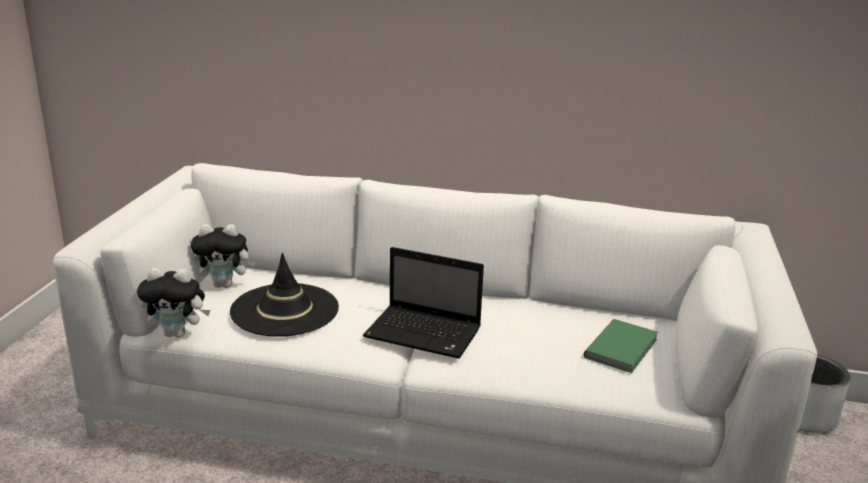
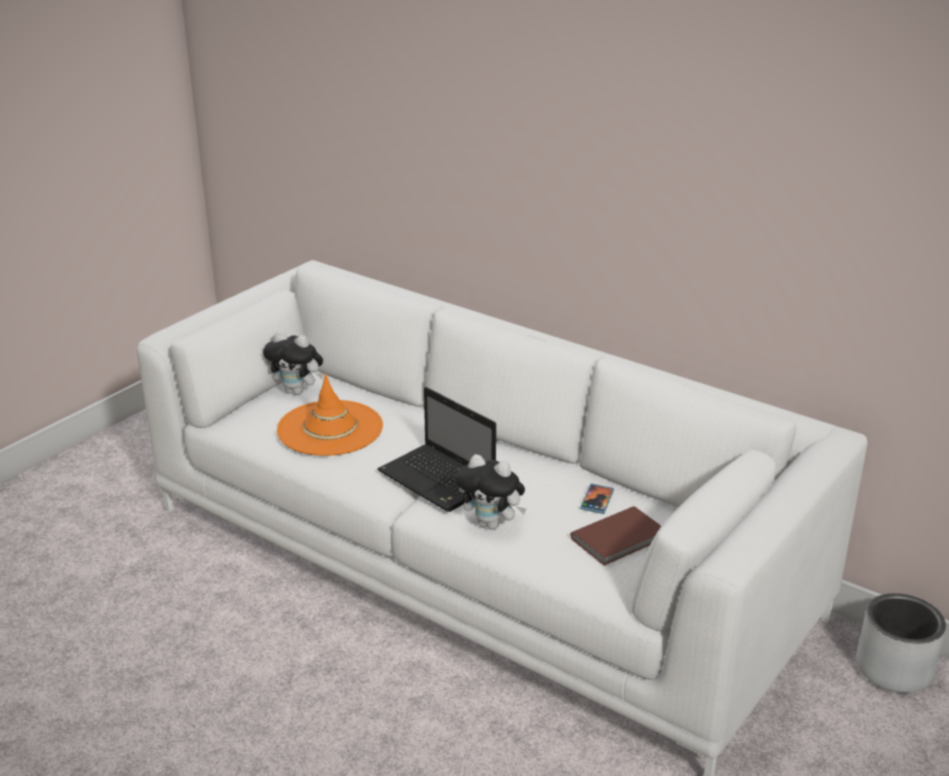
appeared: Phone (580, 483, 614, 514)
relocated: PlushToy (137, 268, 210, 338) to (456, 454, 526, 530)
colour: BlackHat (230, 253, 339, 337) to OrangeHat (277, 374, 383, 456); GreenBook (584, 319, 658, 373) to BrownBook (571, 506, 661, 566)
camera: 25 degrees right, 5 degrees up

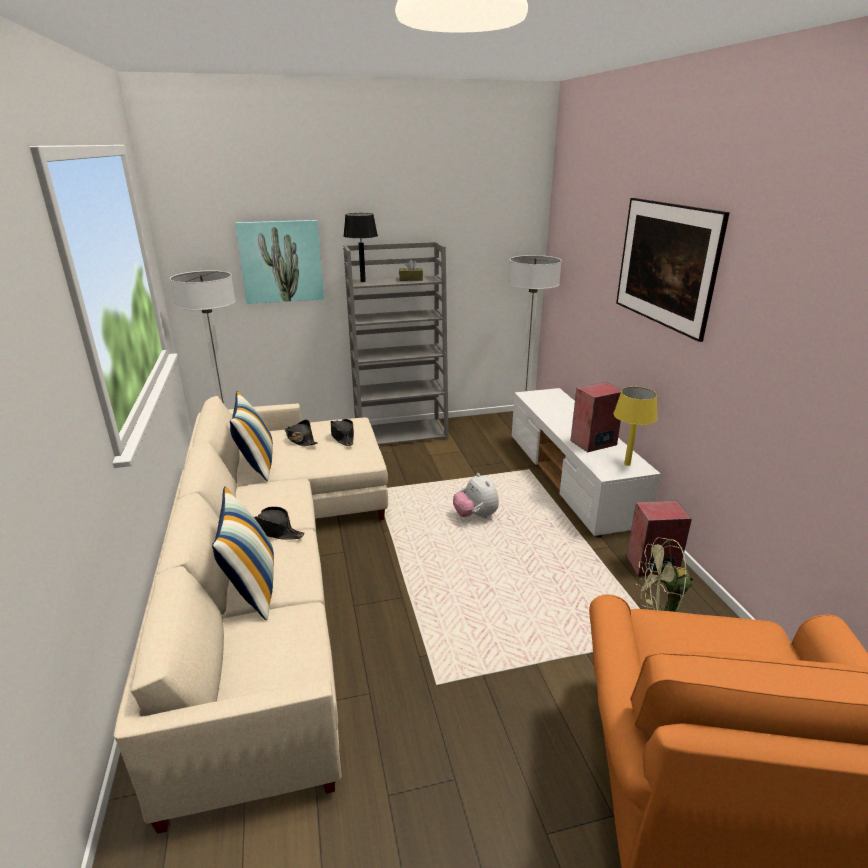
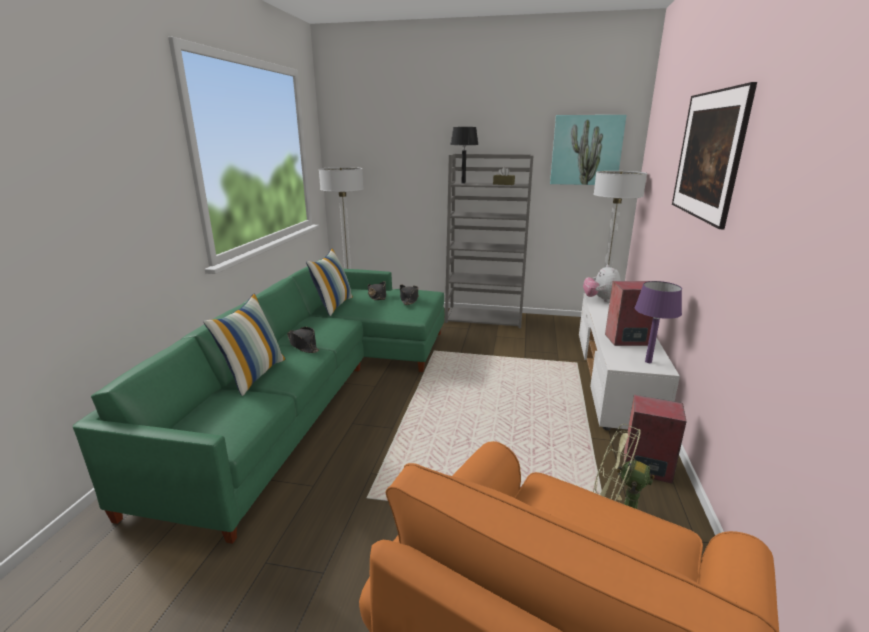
relocated: Picture (235, 220, 324, 304) to (550, 115, 626, 185); PlushToy (453, 473, 499, 518) to (583, 264, 621, 302)
colour: YellowTableLamp (614, 387, 657, 466) to PurpleTableLamp (635, 281, 682, 363); BeigeSofa (114, 396, 388, 834) to GreenSofa (73, 257, 445, 544)
camera: 25 degrees right, 5 degrees down

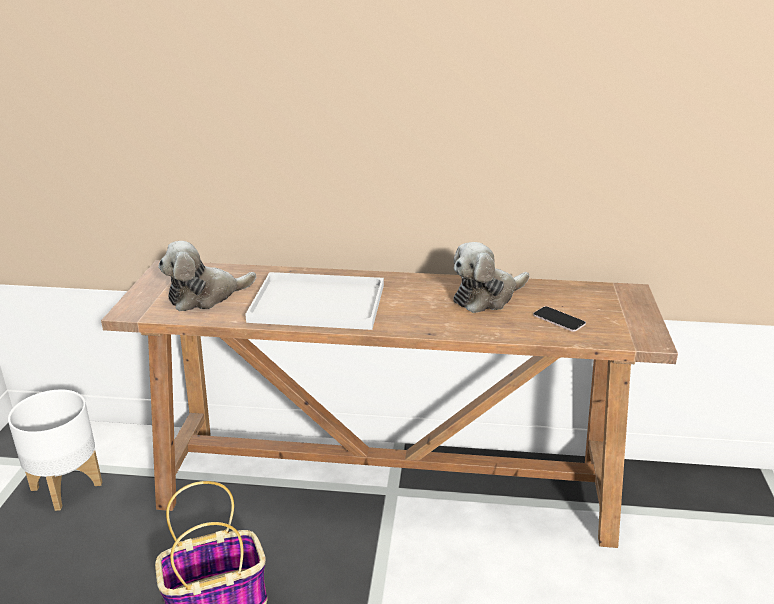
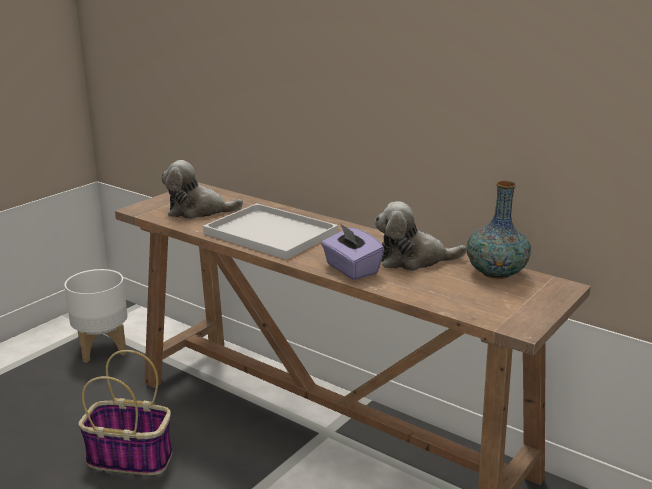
missing: Phone (533, 306, 586, 332)
appeared: Vase (466, 181, 531, 279); PurpleTissueBox (321, 223, 384, 280)
camera: 30 degrees right, 5 degrees down

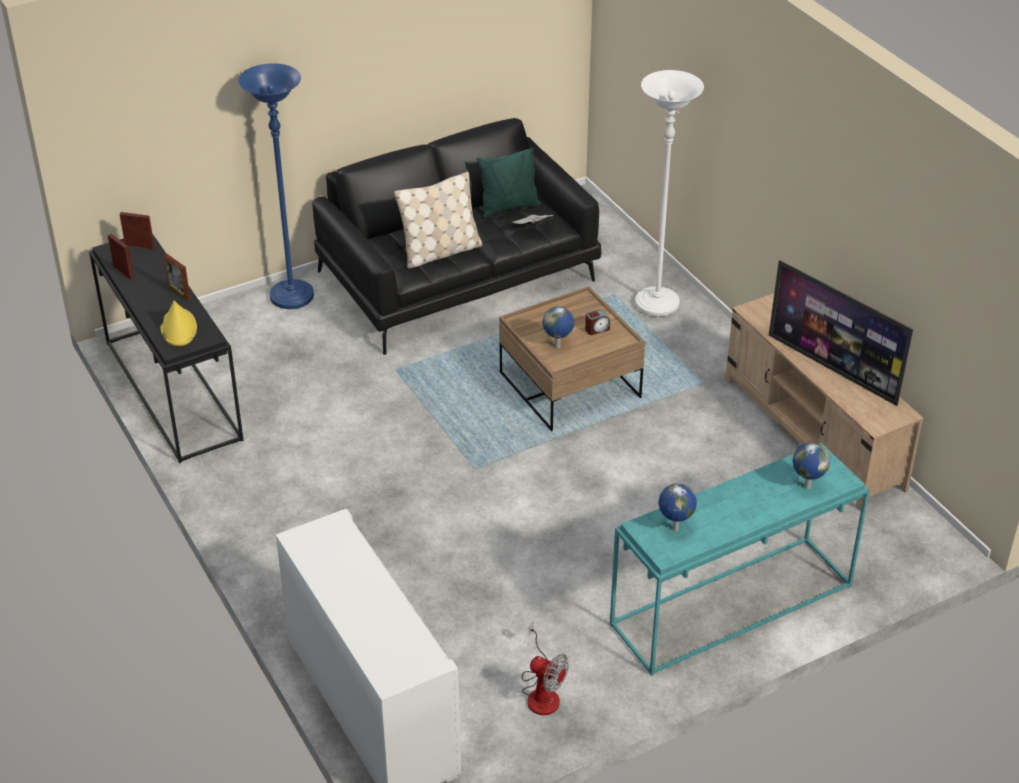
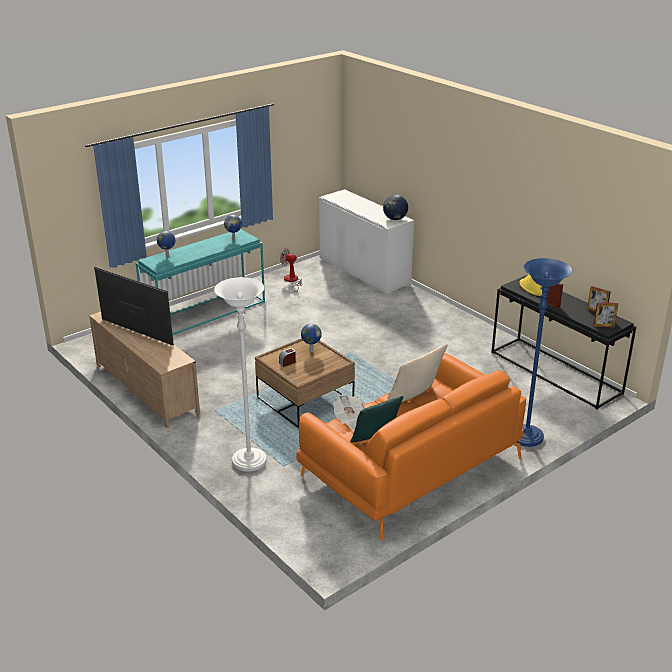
appeared: Globe (383, 195, 408, 220)
colour: BlackSofa (312, 118, 601, 355) to OrangeSofa (296, 353, 526, 540)
camera: 170 degrees right, 10 degrees down

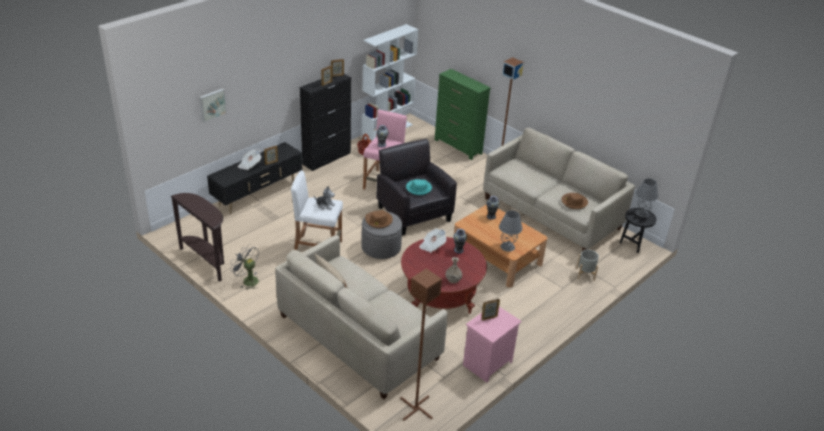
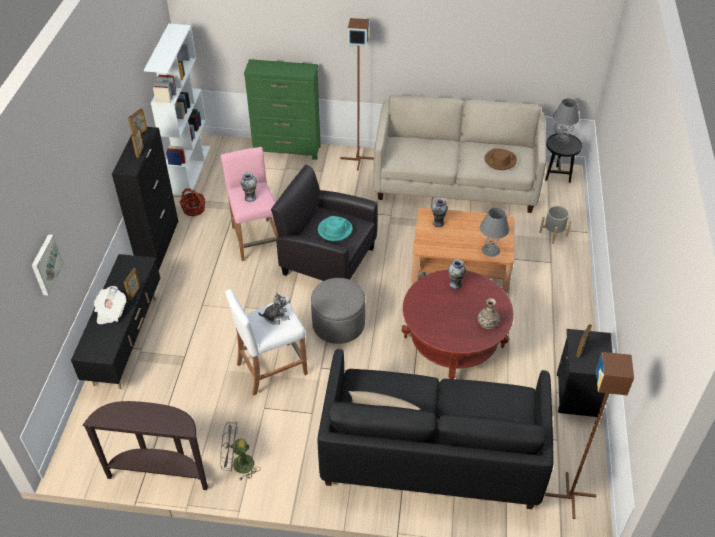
missing: BrownHat (365, 210, 393, 228); Newspaper (419, 228, 447, 253)
colour: BeigeSofa (275, 235, 448, 400) to BlackSofa (318, 349, 554, 509); PinkNightstand (463, 307, 522, 383) to BlackNightstand (557, 329, 613, 417)
camera: 35 degrees left, 10 degrees up

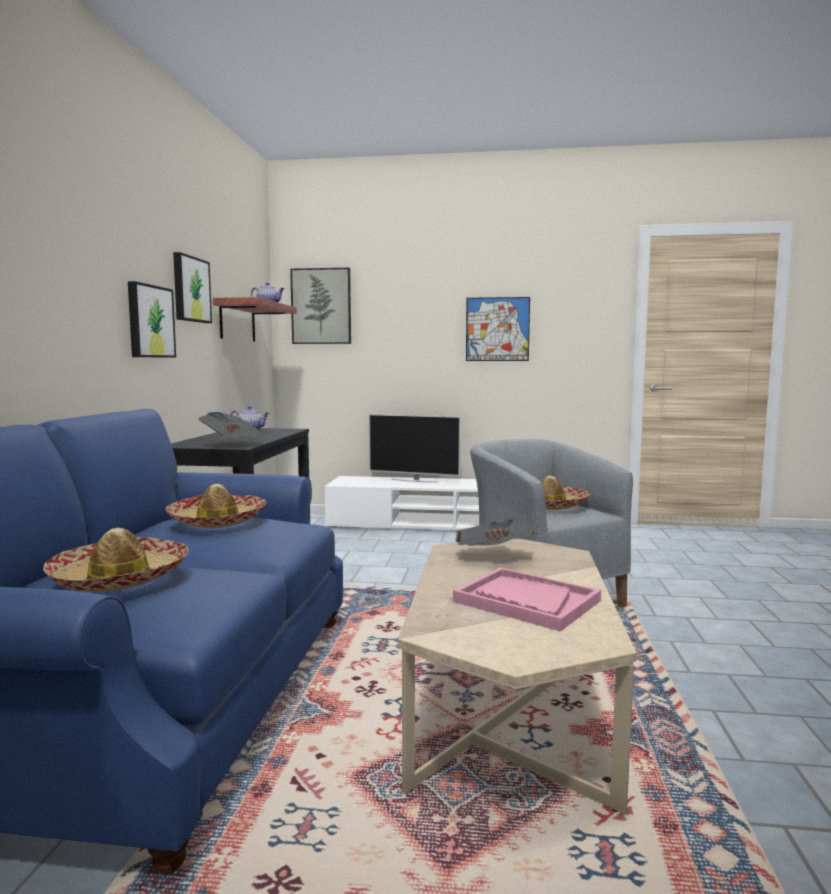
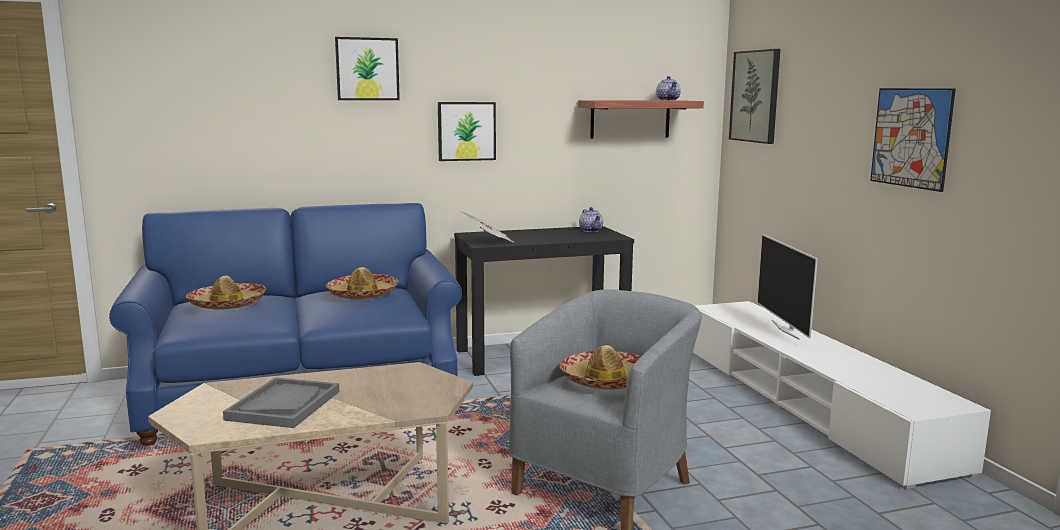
missing: Newspaper (455, 519, 535, 546)
relocated: Picture (173, 252, 212, 323) to (335, 37, 400, 100)
colour: PinkTray (453, 567, 601, 631) to GreyTray (223, 377, 339, 428)
camera: 65 degrees right, 5 degrees up

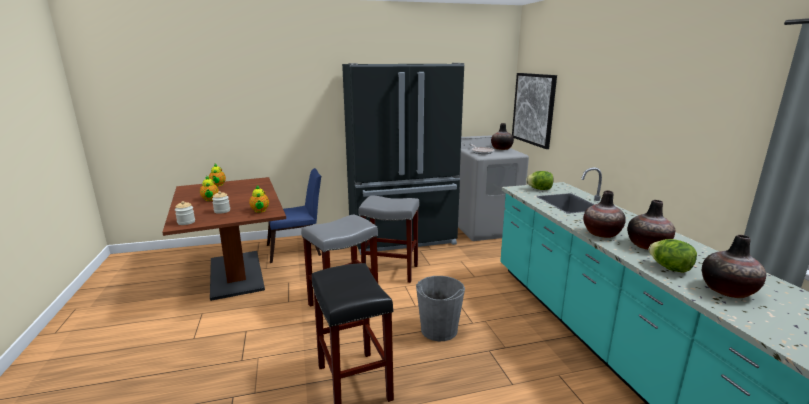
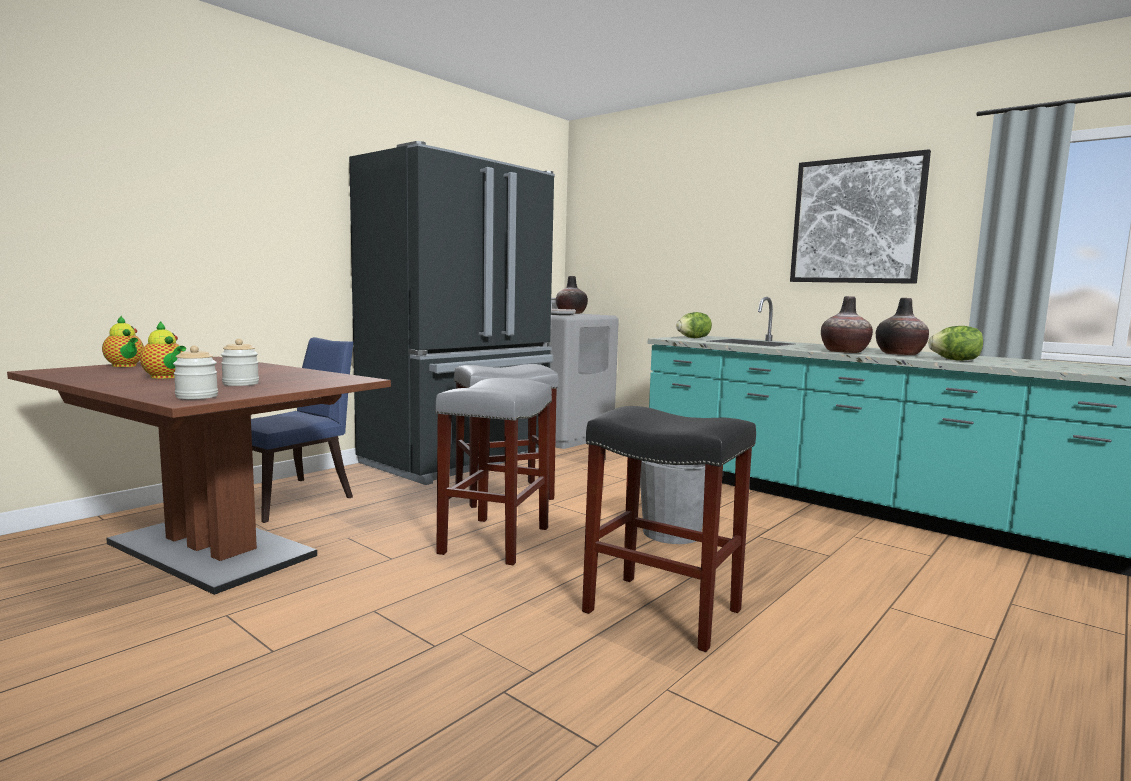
missing: Teapot (249, 185, 269, 213); Vase (702, 235, 766, 298)
relocated: Picture (512, 73, 557, 149) to (790, 149, 931, 284)
camera: 35 degrees left, 10 degrees down

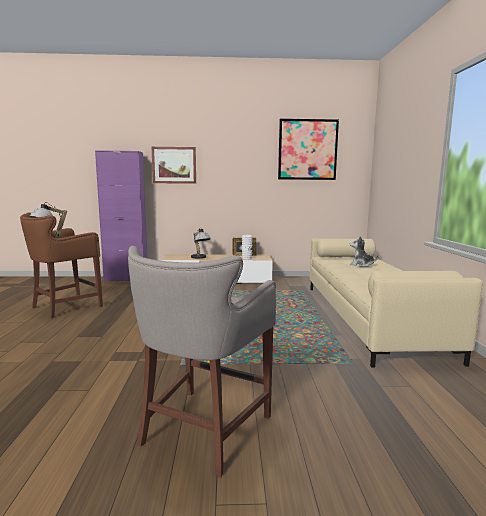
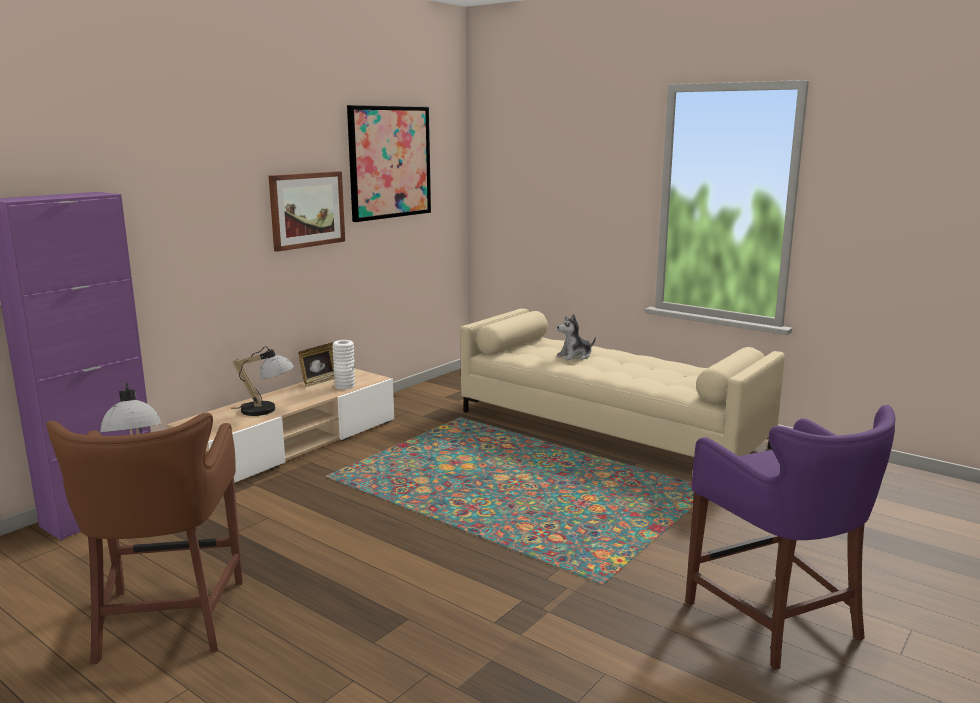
relocated: Picture (151, 147, 196, 184) to (269, 171, 345, 252)
colour: GreyStool (128, 246, 276, 477) to PurpleStool (685, 405, 895, 670)
camera: 50 degrees left, 5 degrees up

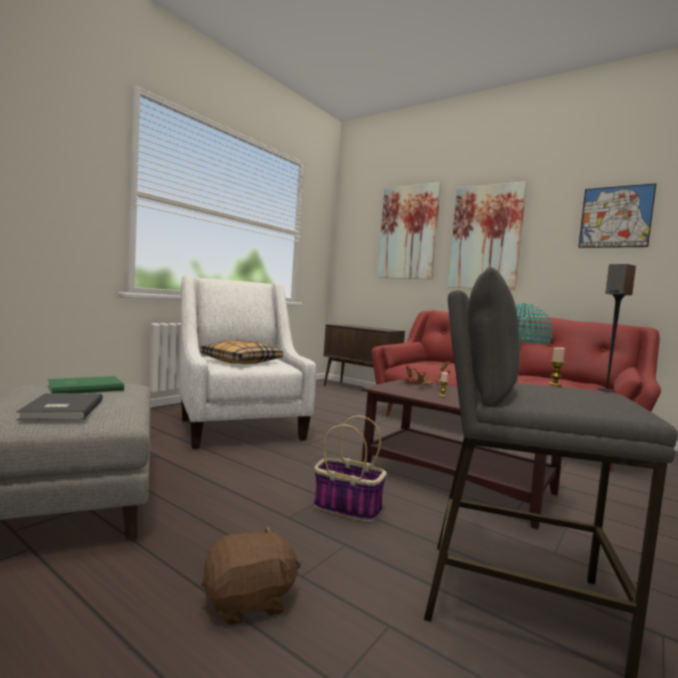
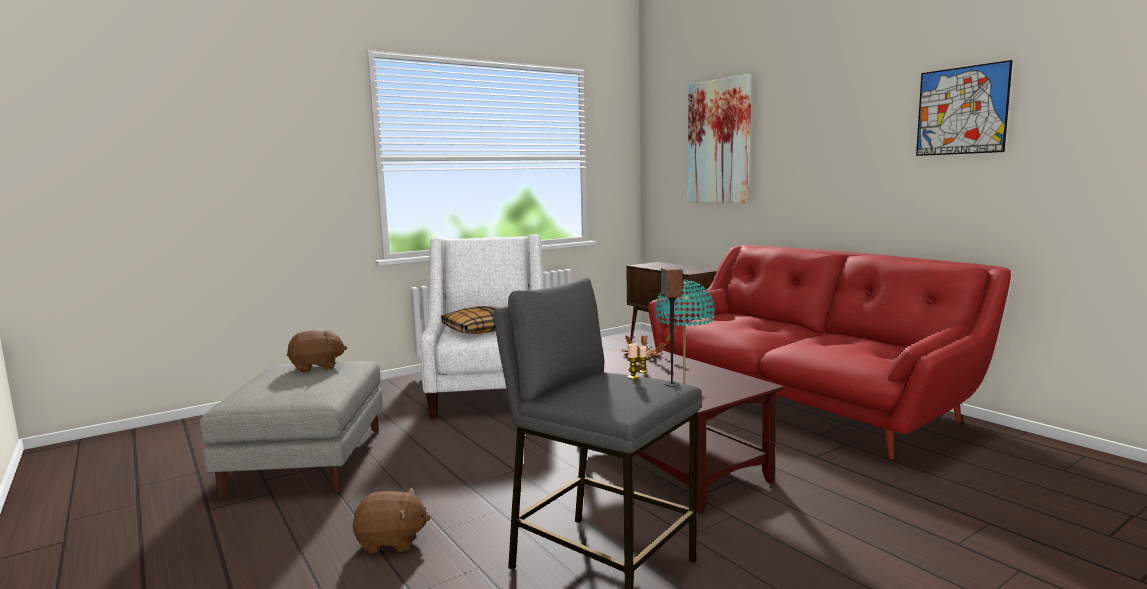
missing: Picture (448, 181, 527, 290); GreyBook (16, 393, 103, 420); Basket (314, 416, 387, 522)
exchanged: GreenBook (48, 376, 124, 393) to BrownPlushToy (287, 330, 347, 373)
camera: 20 degrees right, 5 degrees up

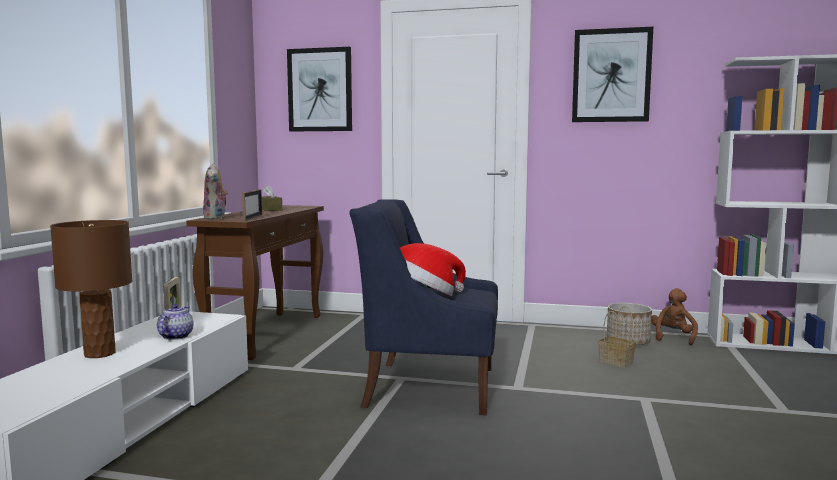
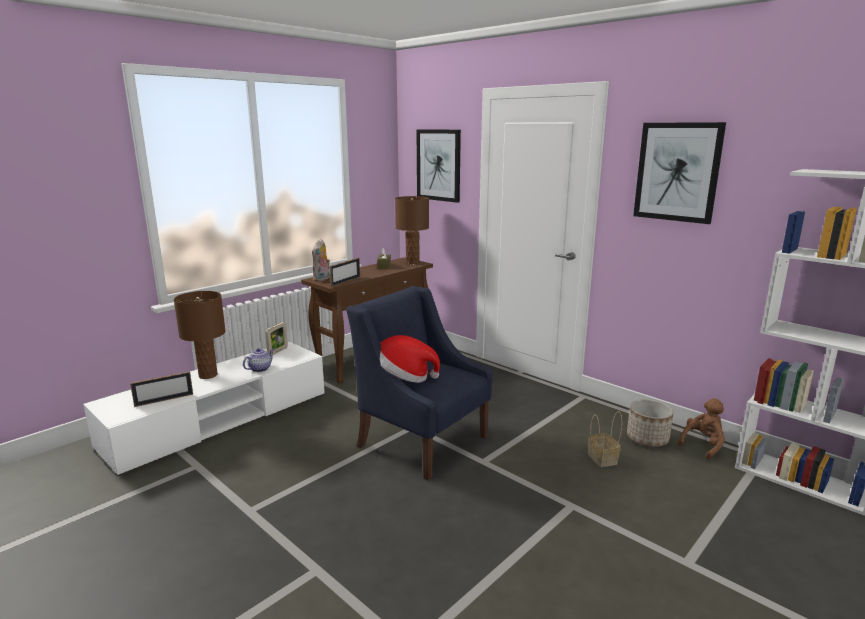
appeared: BrownTableLamp (395, 196, 429, 264); PictureFrame (130, 371, 193, 407)
camera: 30 degrees right, 10 degrees up

